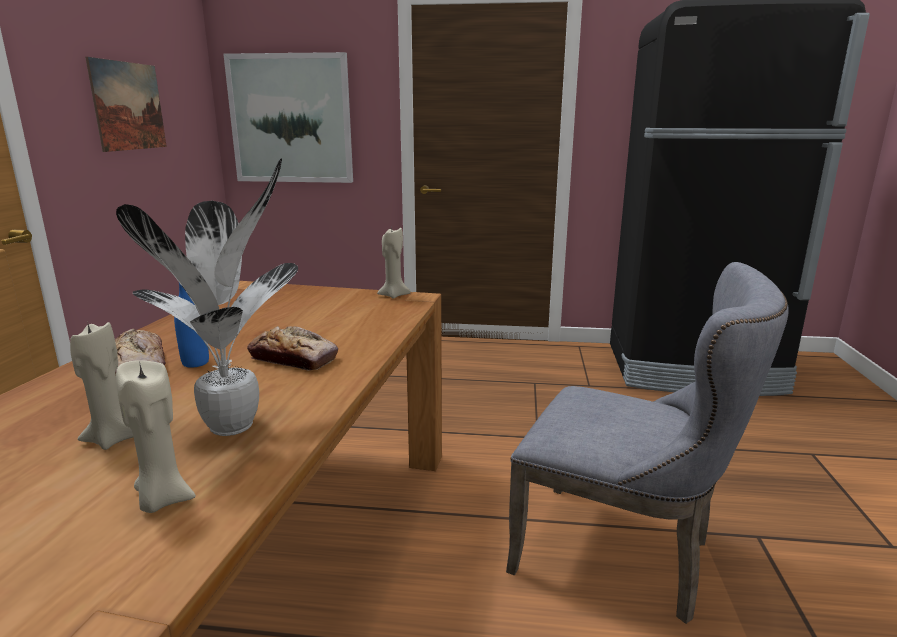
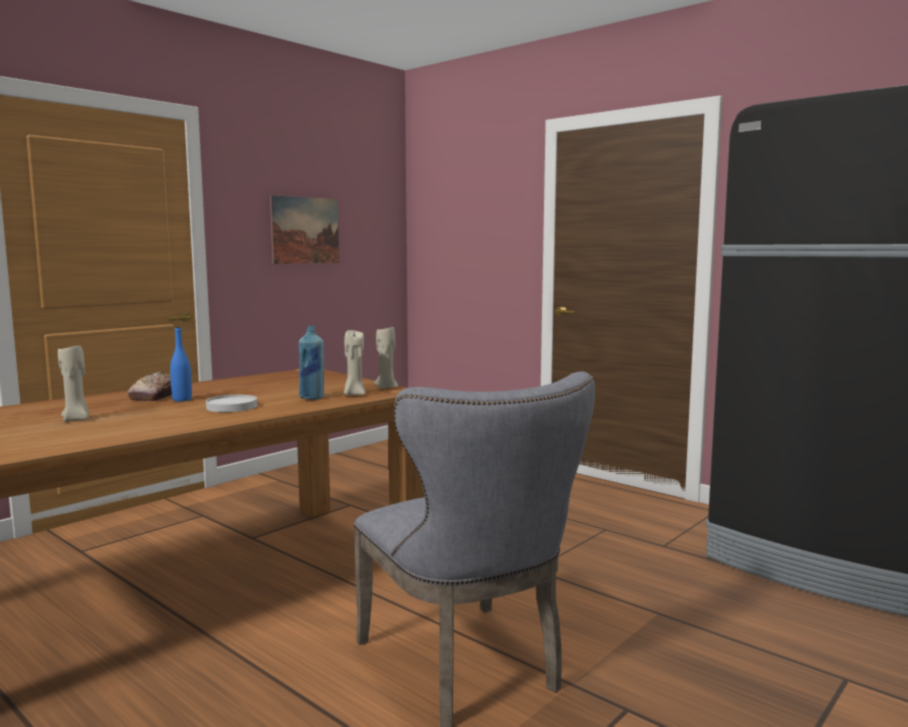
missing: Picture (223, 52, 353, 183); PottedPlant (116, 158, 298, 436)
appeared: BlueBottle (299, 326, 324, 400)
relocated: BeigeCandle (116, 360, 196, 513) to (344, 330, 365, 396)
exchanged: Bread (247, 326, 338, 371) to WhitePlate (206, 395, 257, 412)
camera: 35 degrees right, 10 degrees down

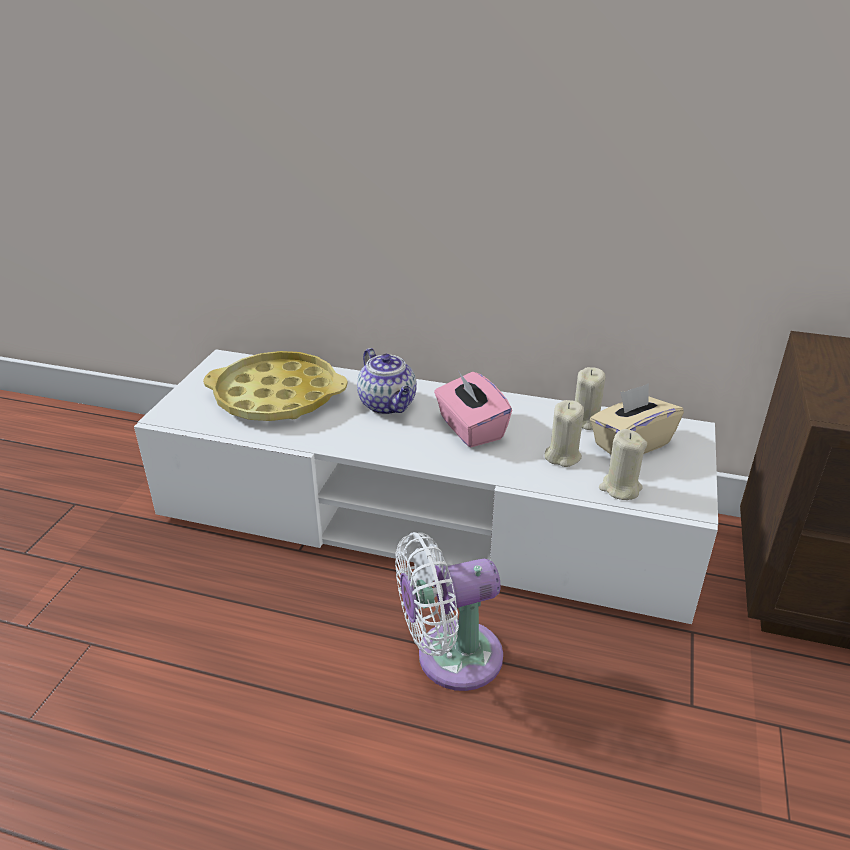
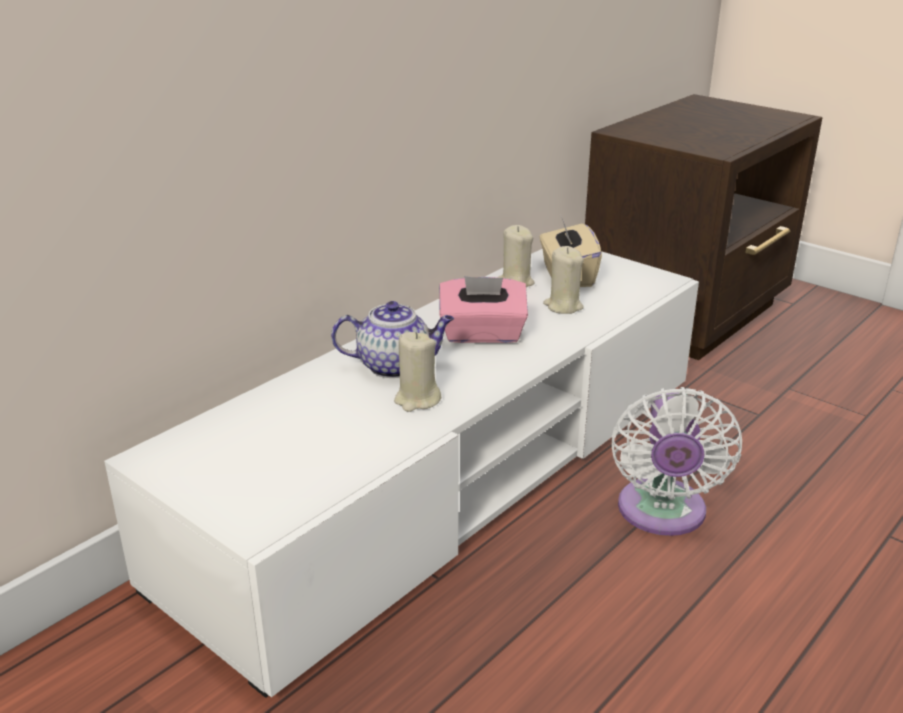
missing: YellowTray (203, 351, 347, 421)
relocated: BeigeCandle (599, 429, 647, 500) to (394, 332, 441, 412)
camera: 65 degrees left, 5 degrees down

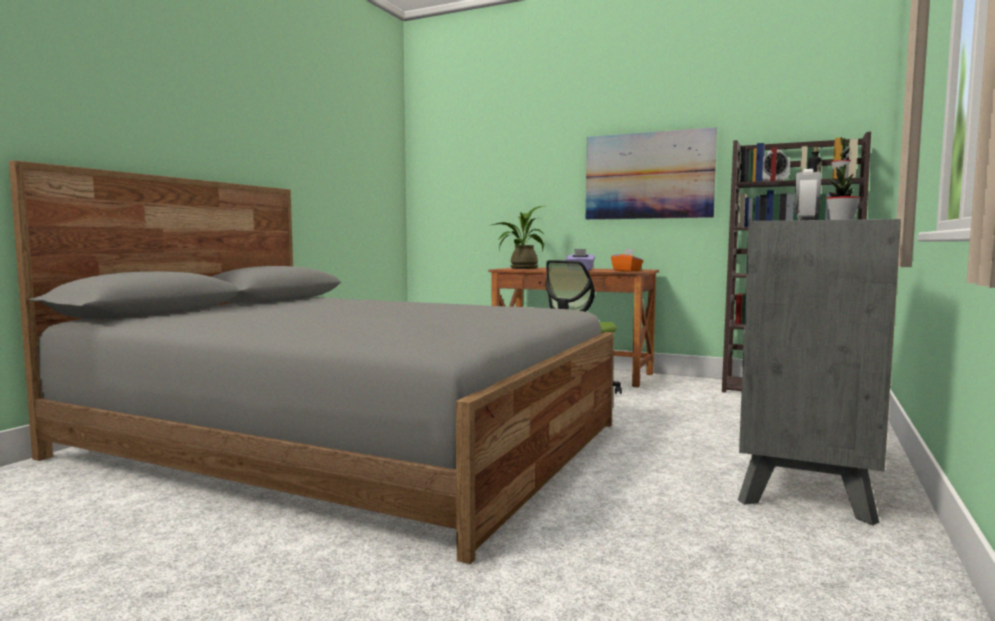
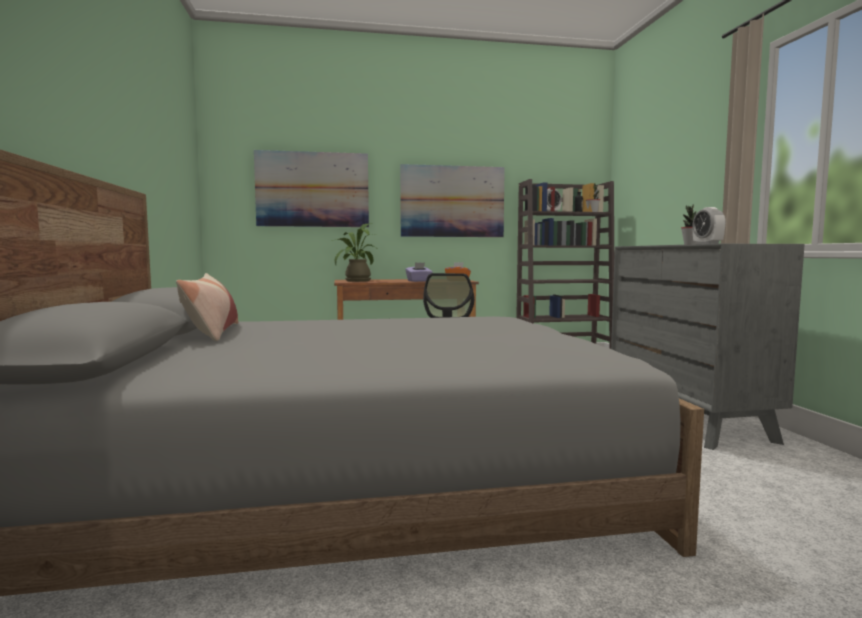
appeared: Picture (254, 150, 369, 227); Pillow (176, 273, 239, 341)
camera: 35 degrees left, 0 degrees up

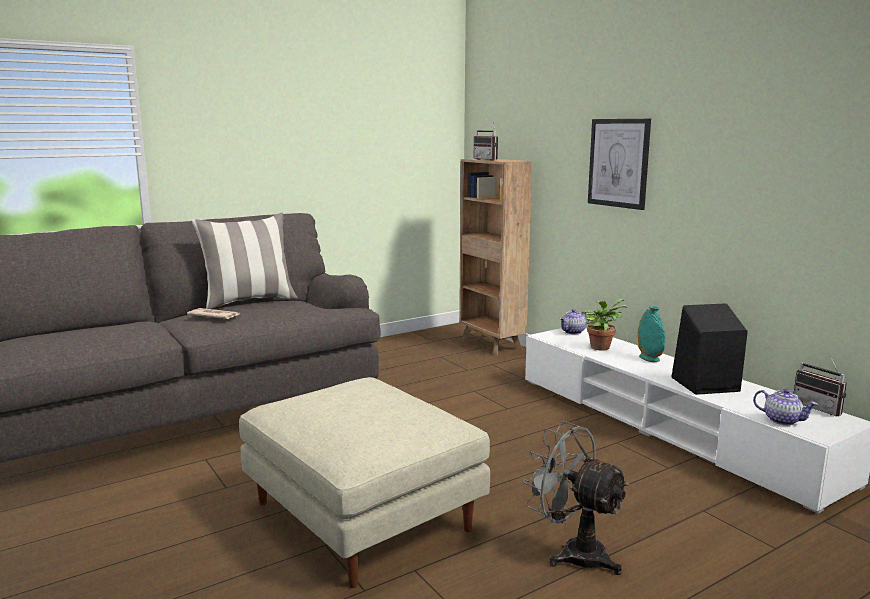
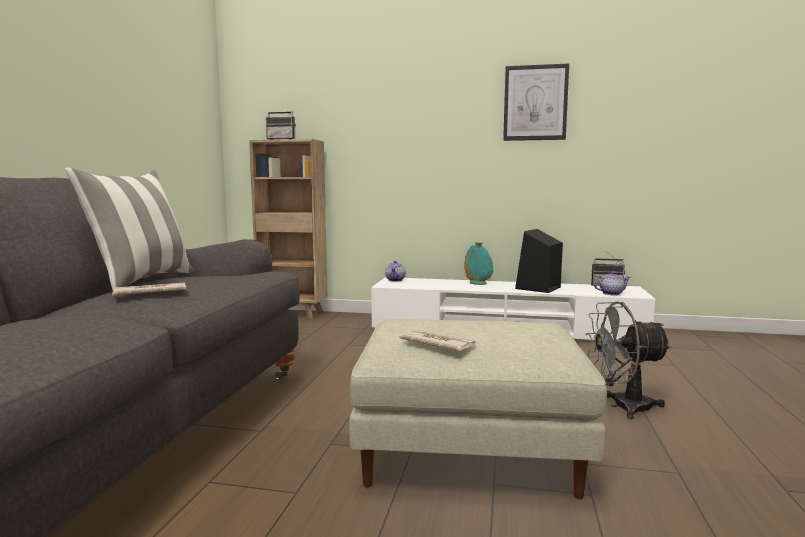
missing: PottedPlant (582, 299, 628, 351)
appeared: Newspaper (399, 329, 476, 351)
relocated: Picture (588, 119, 651, 210) to (503, 63, 569, 141)
camera: 45 degrees left, 5 degrees down

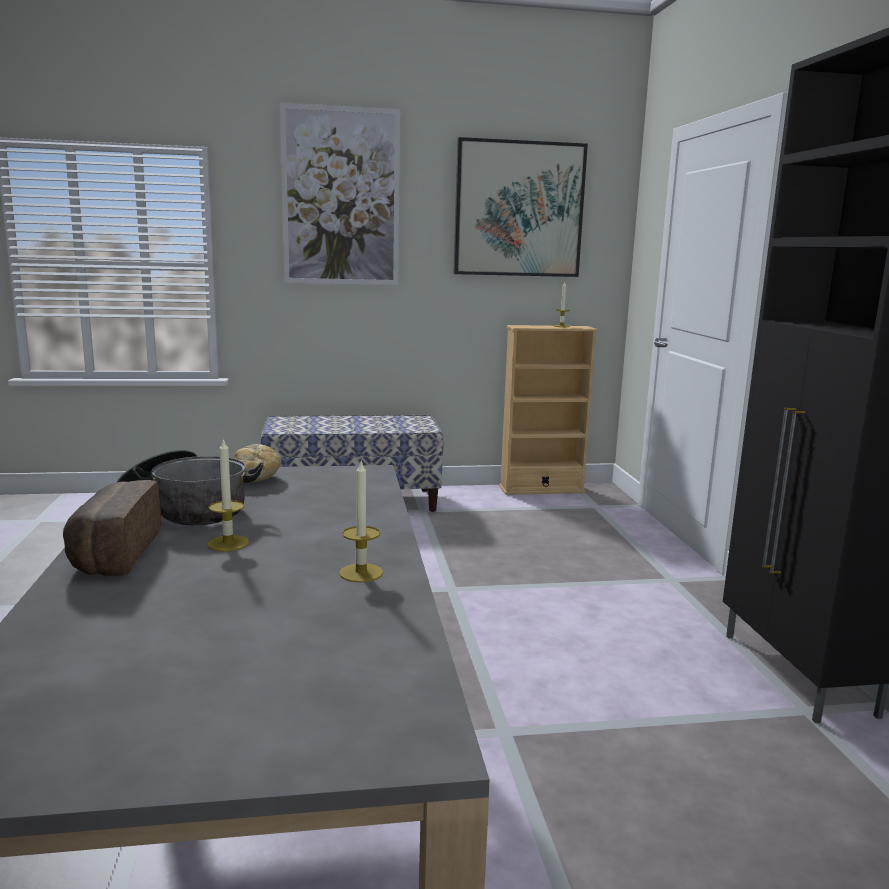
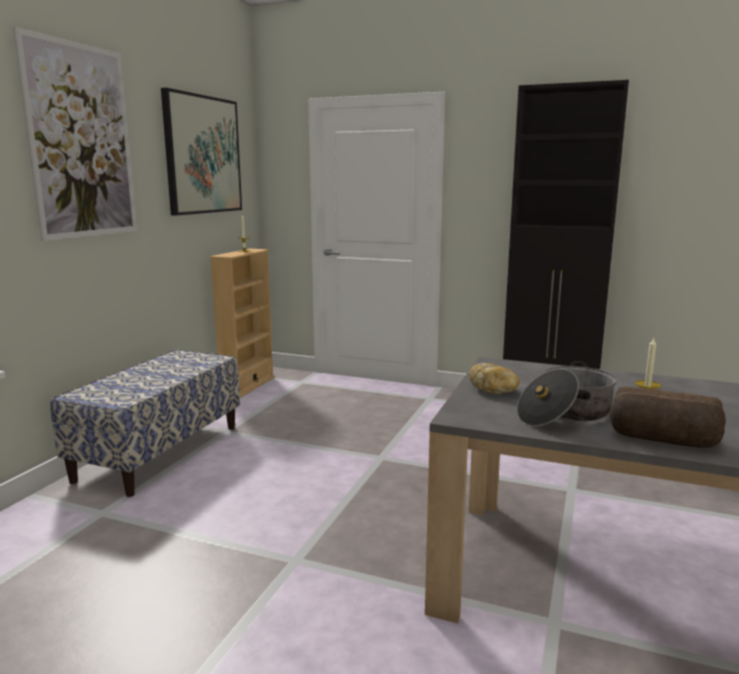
missing: Candle (339, 459, 383, 583)
camera: 60 degrees left, 0 degrees up

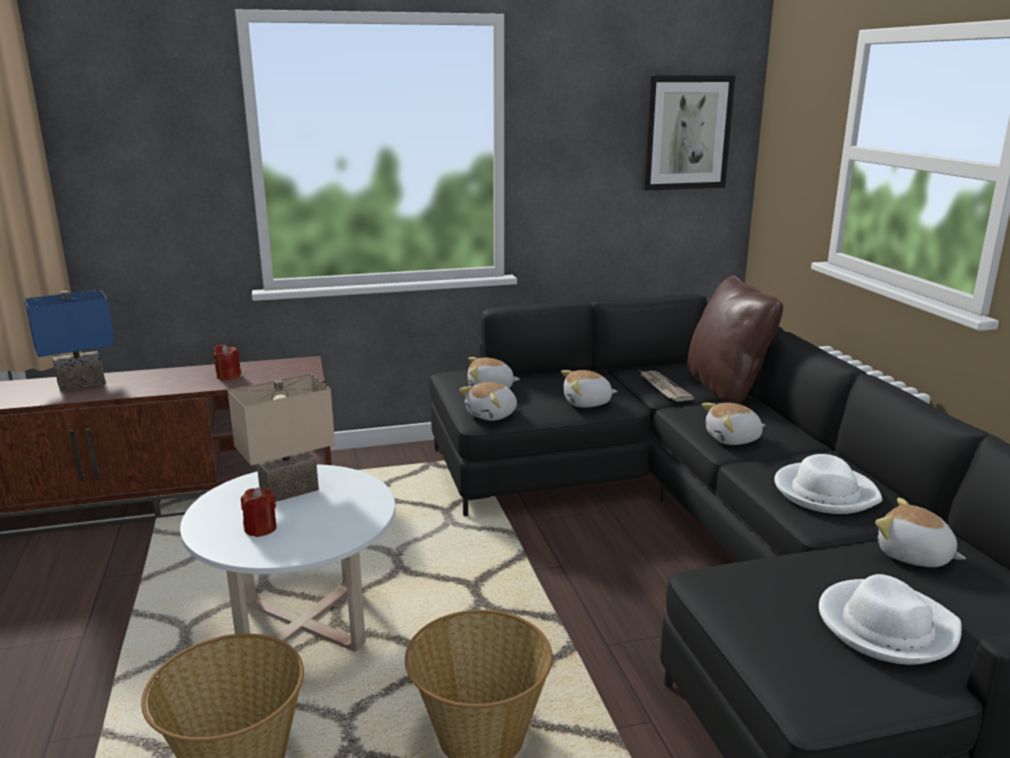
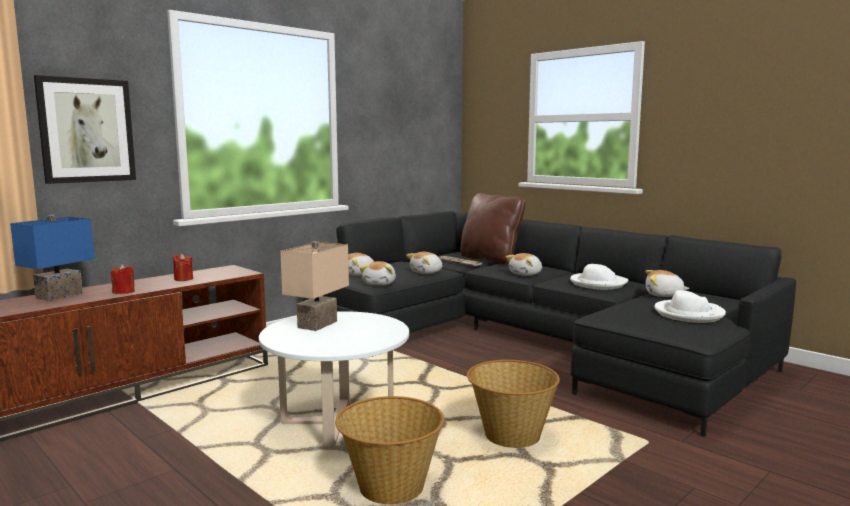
relocated: Picture (642, 75, 735, 191) to (34, 75, 136, 184); RedCandle (241, 487, 277, 537) to (111, 264, 135, 294)
camera: 30 degrees left, 10 degrees down

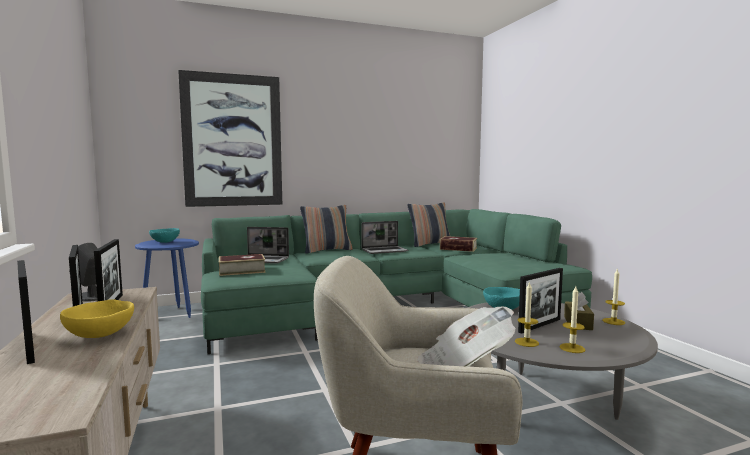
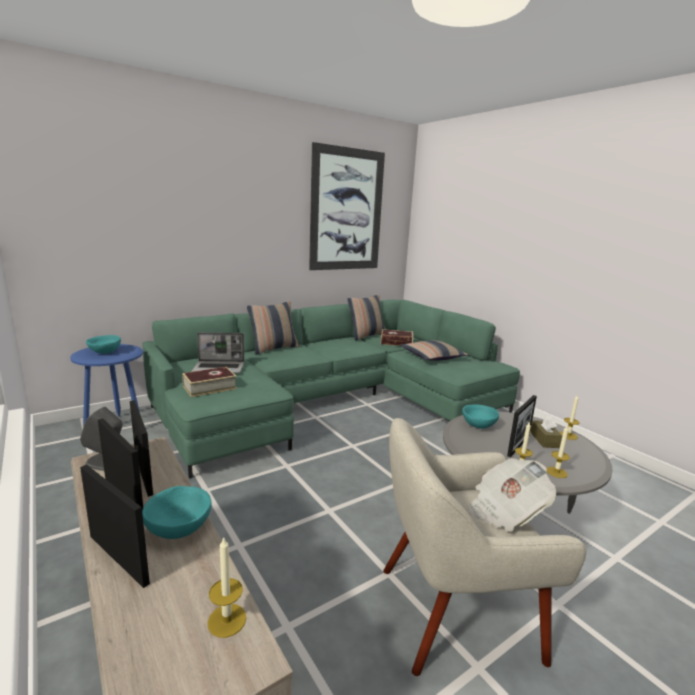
missing: Laptop (362, 221, 408, 254)
appeared: Pillow (400, 340, 468, 361); Candle (208, 536, 246, 638)
relocated: Picture (178, 70, 282, 207) to (309, 142, 385, 270)
colour: YellowBowl (60, 299, 134, 338) to TurquoiseBowl (142, 486, 212, 539)
camera: 15 degrees left, 10 degrees up

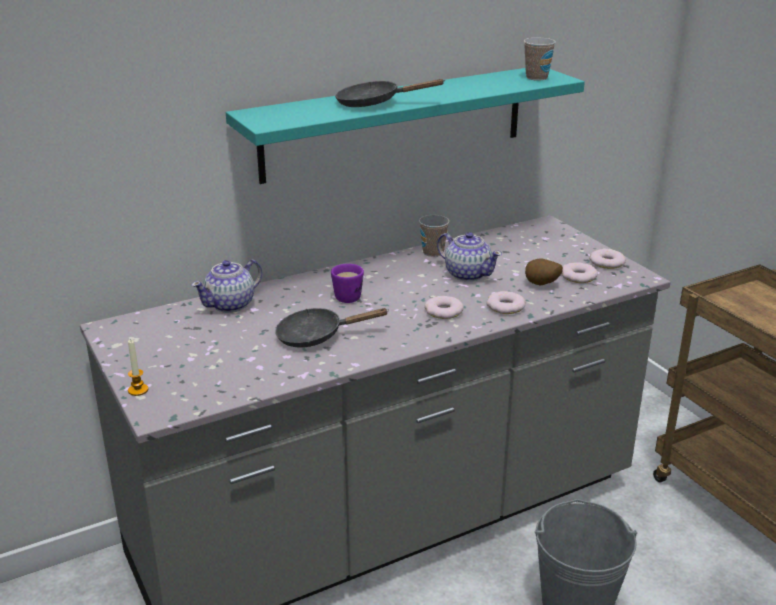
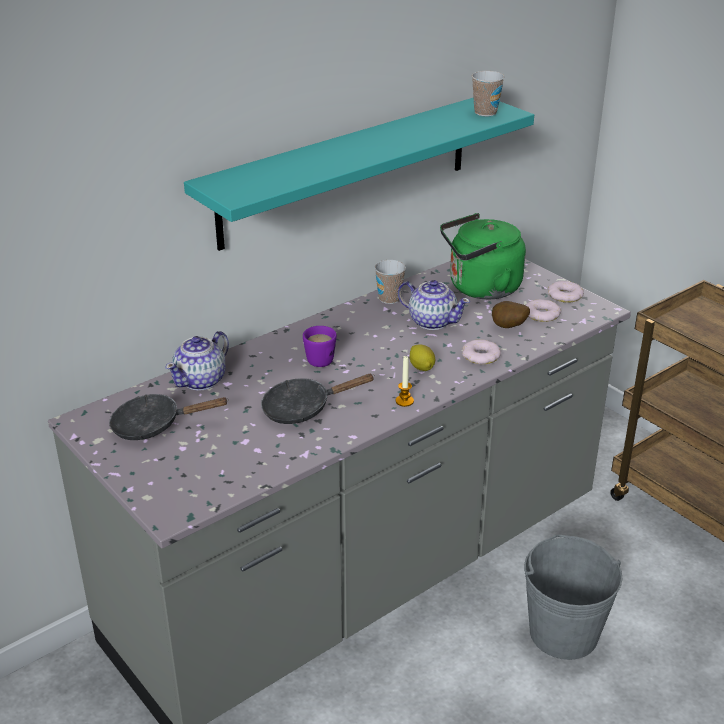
appeared: GreenKettle (440, 213, 526, 299)
relocated: BlackFryingPan (335, 79, 444, 107) to (109, 394, 229, 440); Candle (128, 340, 148, 396) to (396, 356, 414, 407)
exchanged: Donut (424, 296, 464, 319) to Lemon (410, 344, 435, 371)
camera: 10 degrees left, 5 degrees up

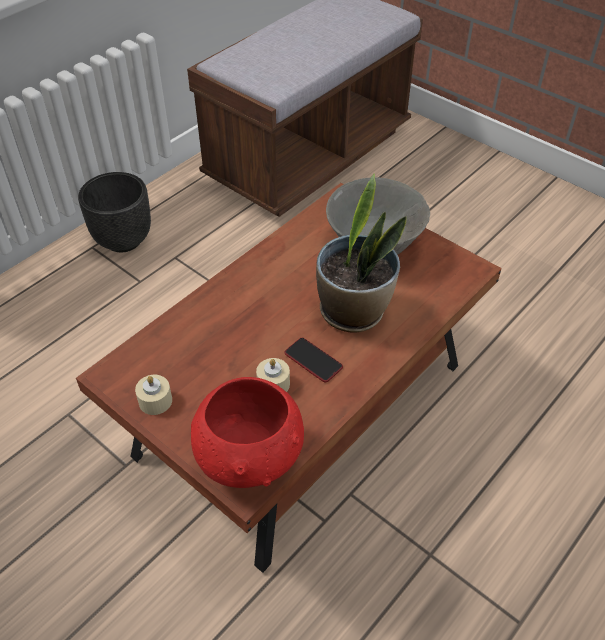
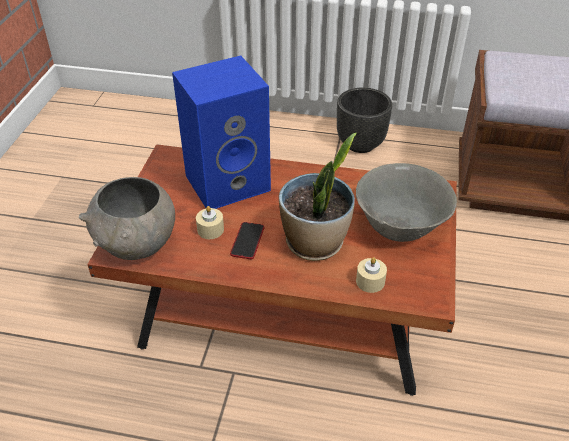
appeared: BlueSpeaker (172, 55, 271, 209)
relocated: BeigeCandle (135, 375, 172, 415) to (356, 257, 387, 293)
colour: RedBowl (191, 377, 304, 488) to GreyBowl (79, 177, 175, 260)
camera: 60 degrees right, 5 degrees down

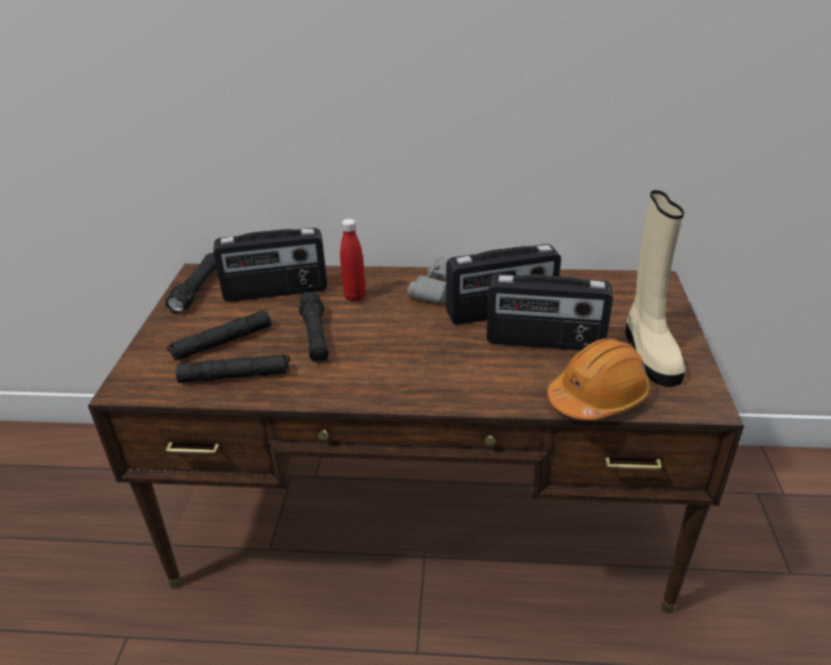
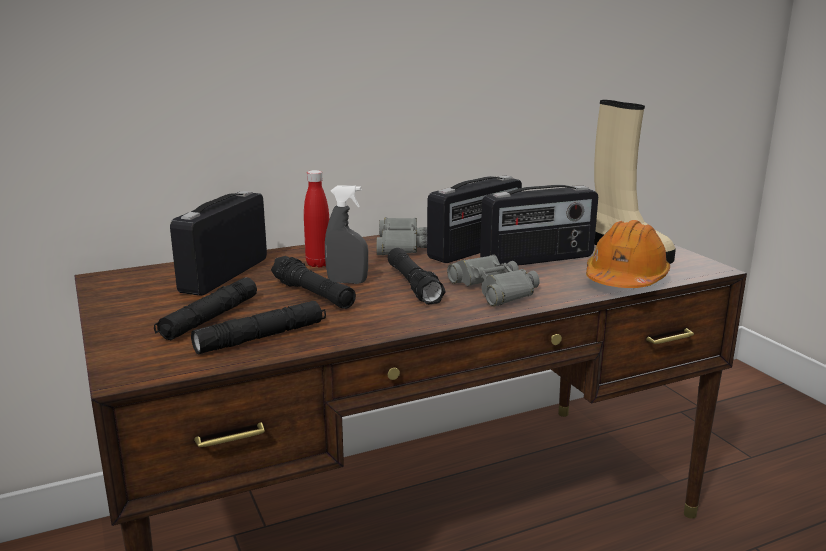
appeared: GreySprayBottle (325, 185, 368, 284); GreyBinoculars (447, 255, 540, 306)
relocated: BlackFlashlight (165, 253, 216, 314) to (388, 248, 446, 305)
spun: Radio (213, 228, 327, 302) = (170, 191, 267, 296) 150 degrees clockwise
camera: 30 degrees left, 15 degrees down

